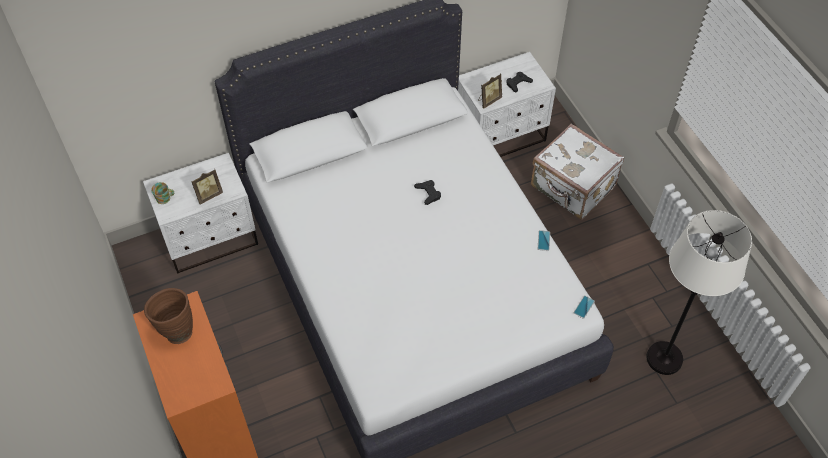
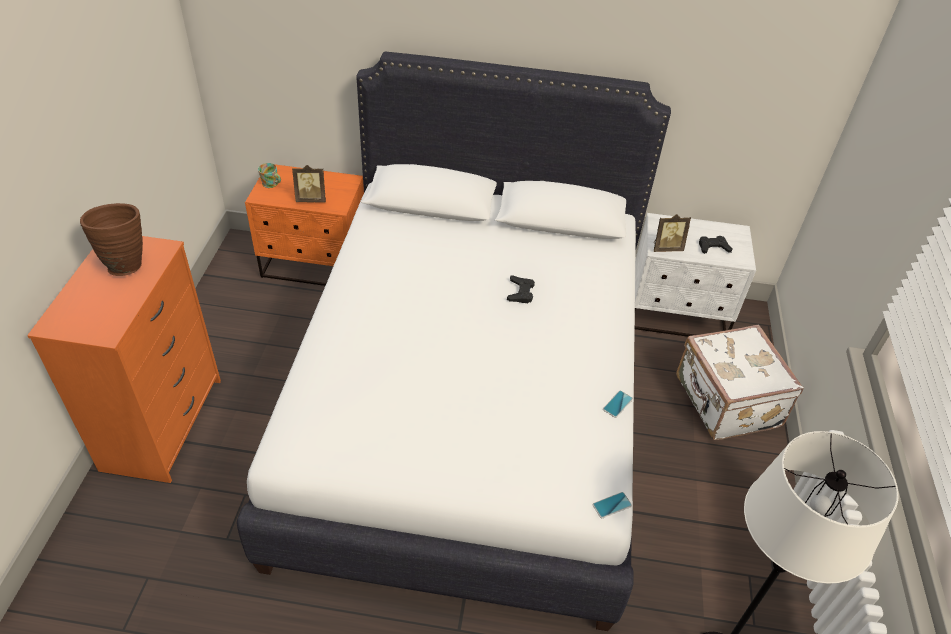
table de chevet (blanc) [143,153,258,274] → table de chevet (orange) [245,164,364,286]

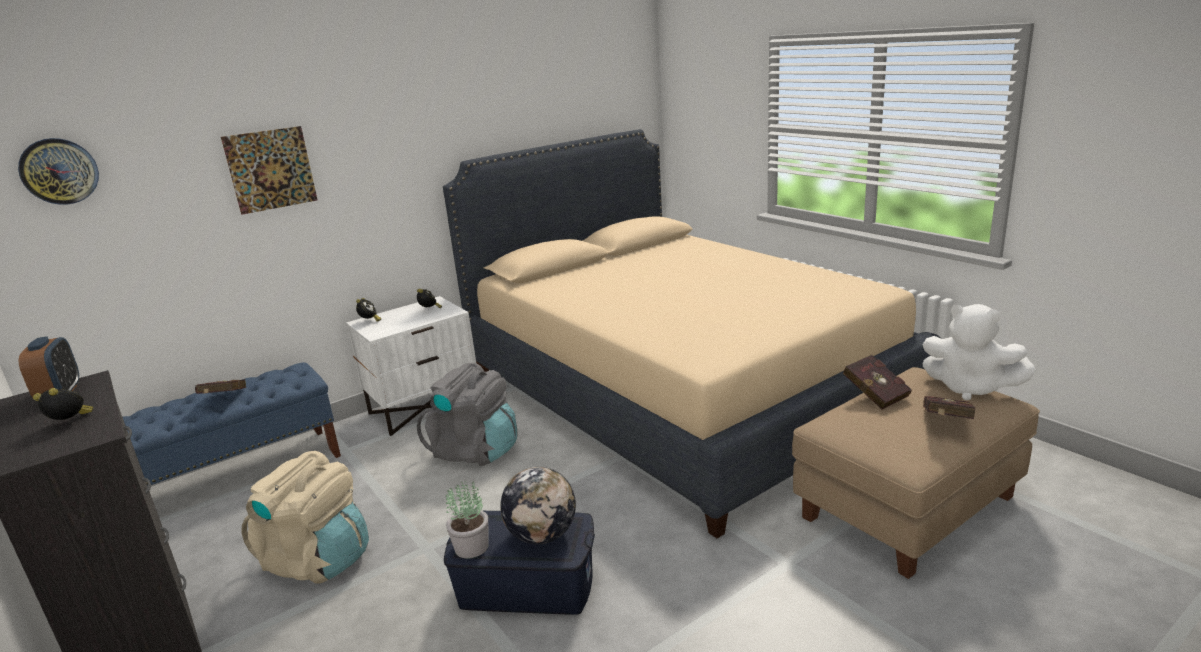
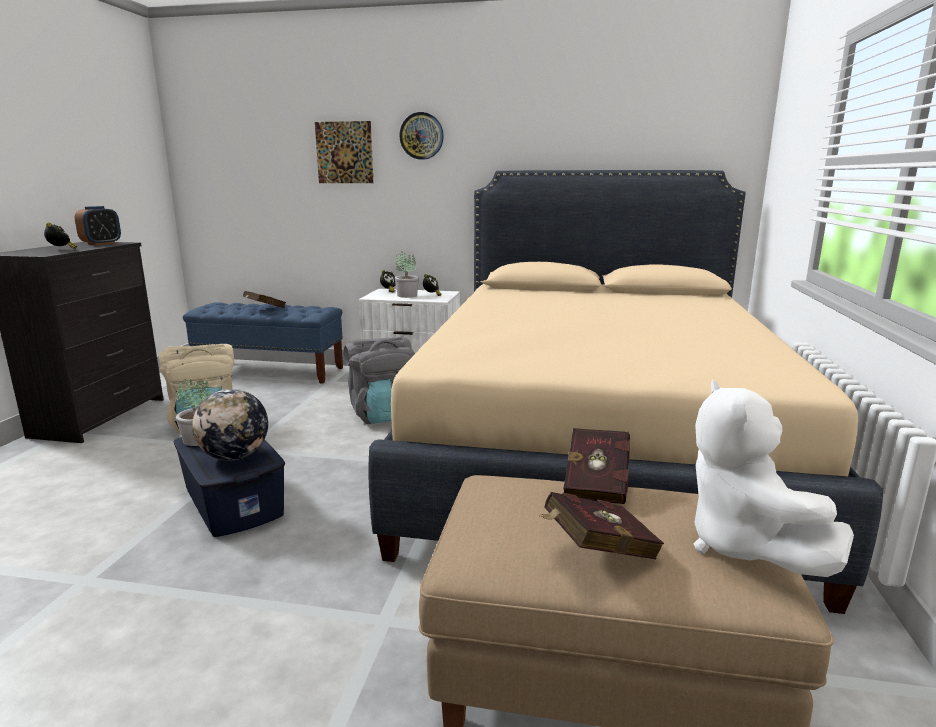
horloge murale [18,138,99,205] → horloge murale [399,112,444,160], shifted
- → plante en pot [395,252,419,298]

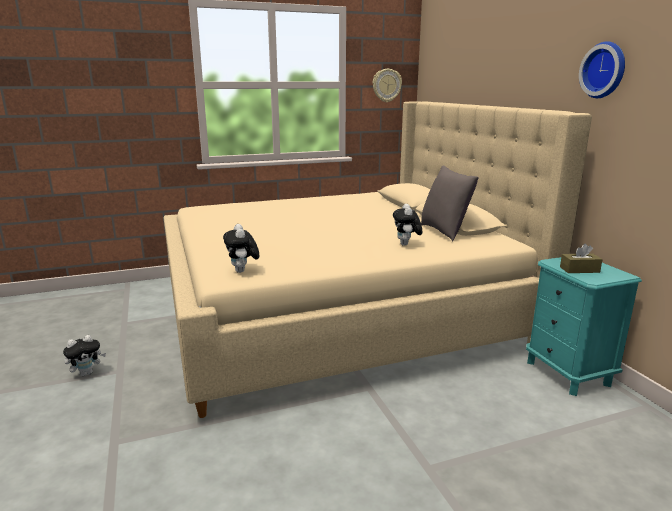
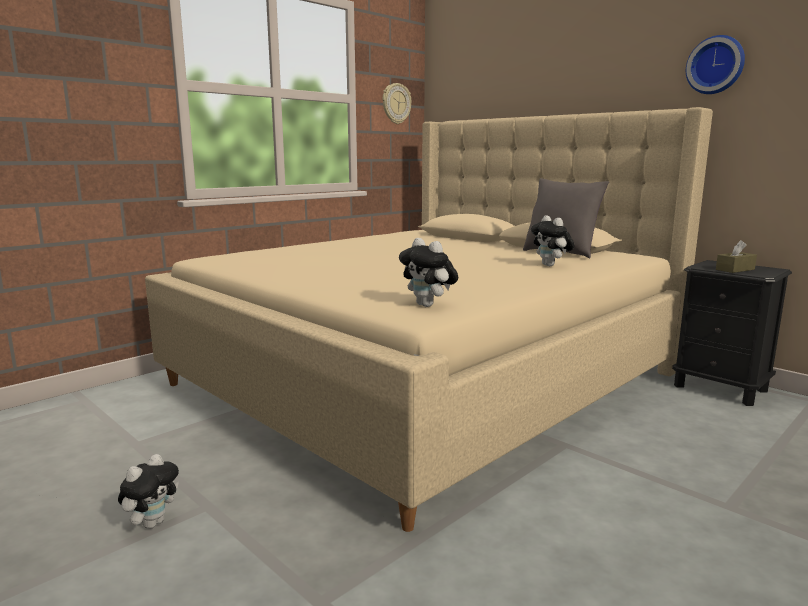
table de chevet (turquoise) [526,257,642,396] → table de chevet (noir) [672,260,792,406]

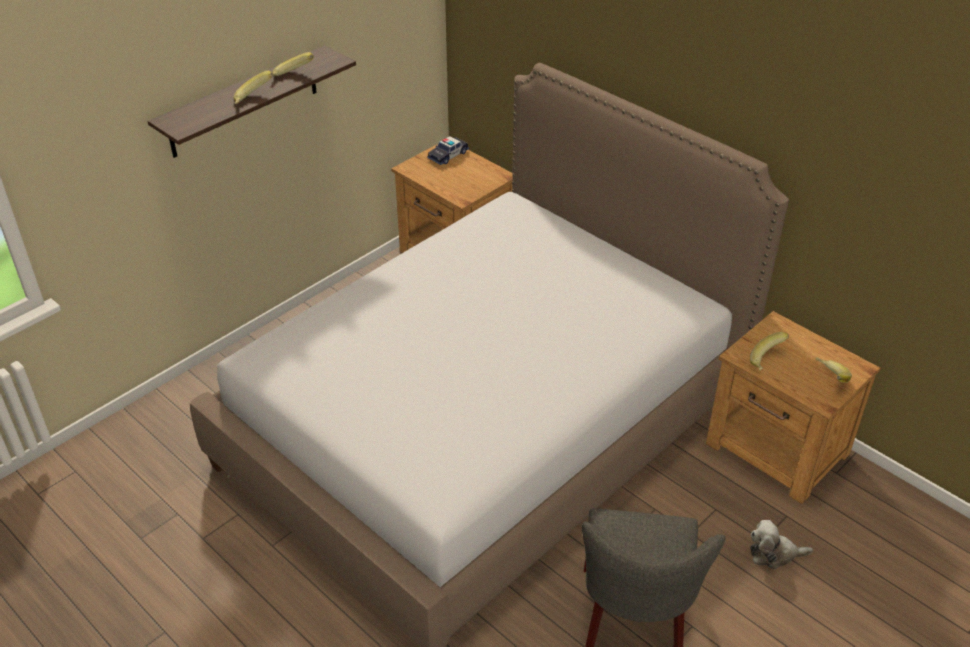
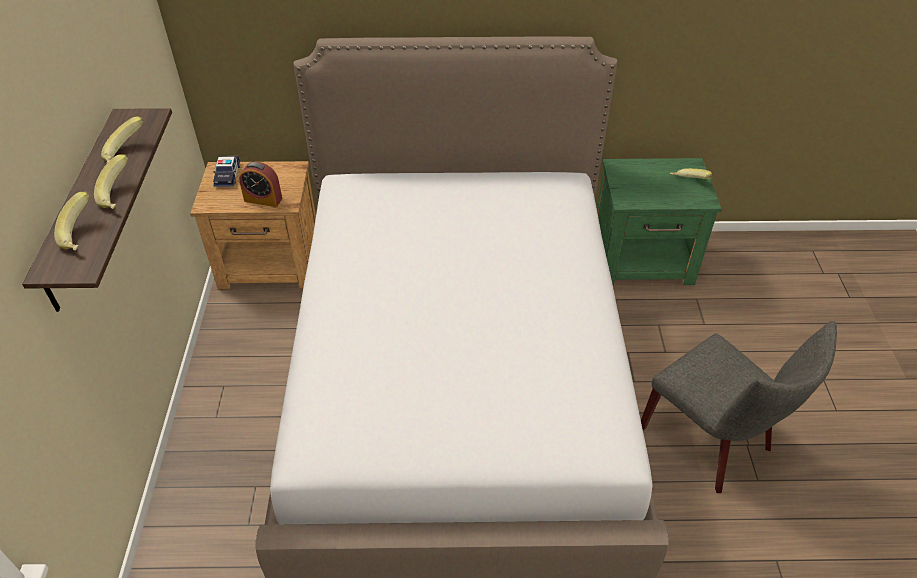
table de chevet (marron) [706,311,881,504] → table de chevet (vert) [597,158,722,286]
banane [750,332,789,370] → banane [54,192,90,251], shifted
peluche [750,520,813,570] → -
- → réveil [239,161,282,207]

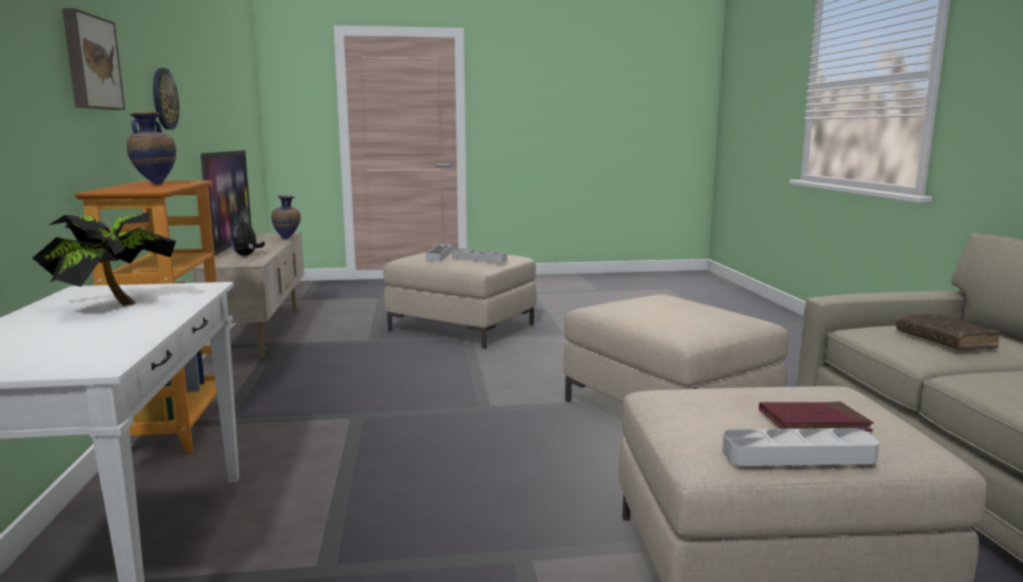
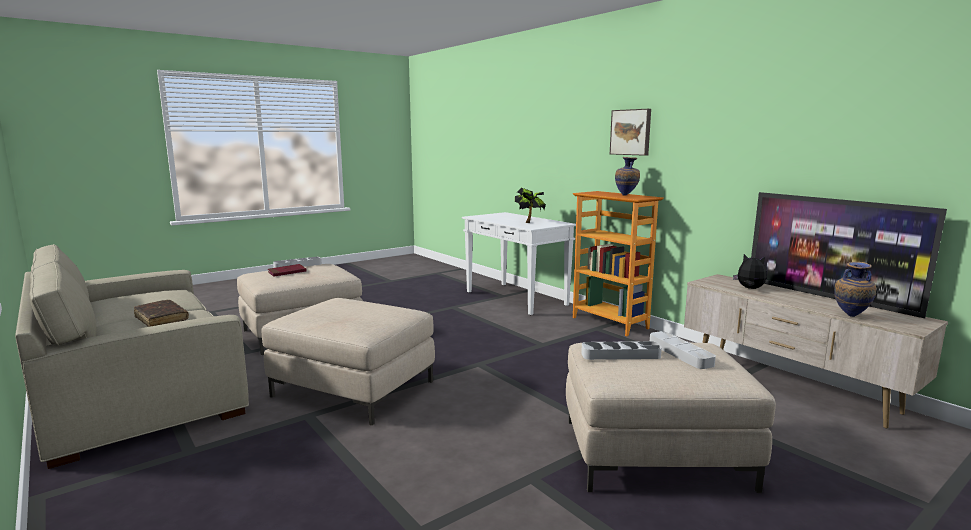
horloge murale [153,68,179,129] → -

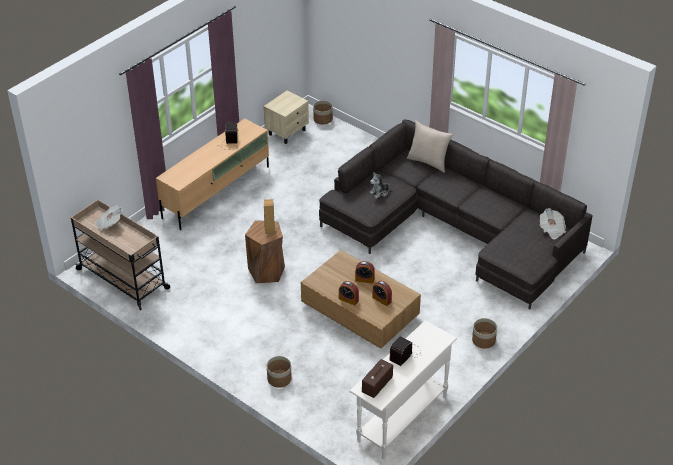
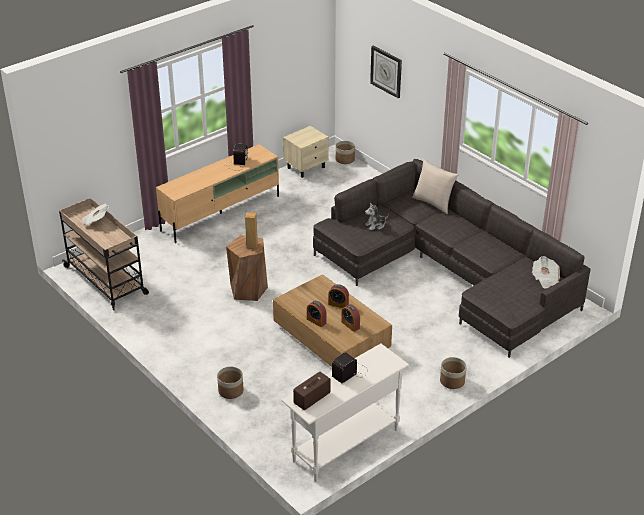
- → horloge murale [370,46,402,98]

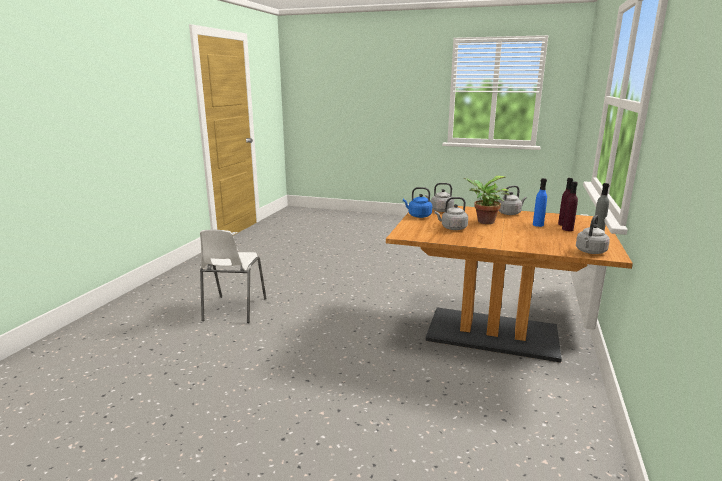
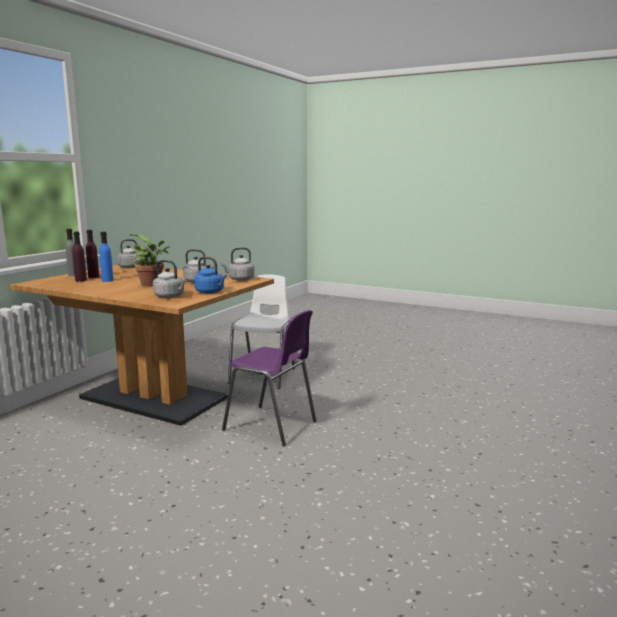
chaise (blanc) [200,230,266,323] → chaise (blanc) [228,274,295,389], shifted
bouilloire (gris) [498,185,527,215] → bouilloire (gris) [221,247,255,281], shifted
- → chaise (violet) [222,310,316,446]

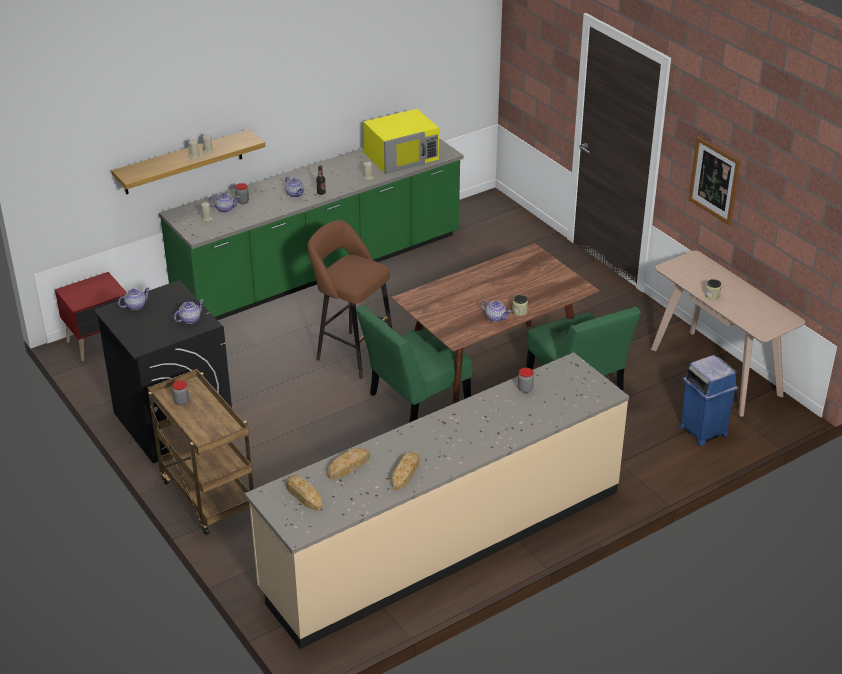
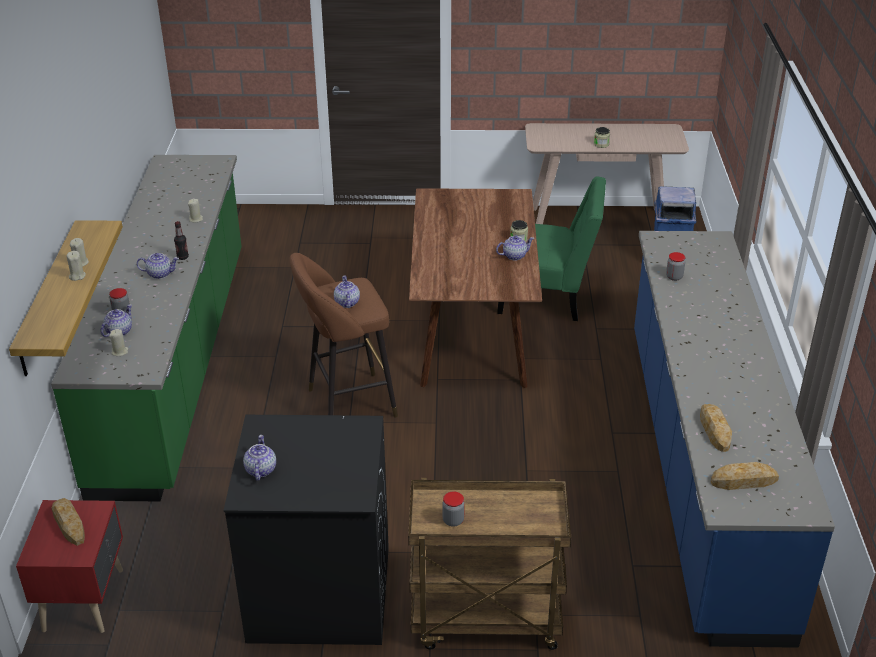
théière [174,299,204,324] → théière [334,276,360,308], shifted
comptoir de cuisine (beige) [245,352,629,649] → comptoir de cuisine (bleu) [634,231,835,648]
chaise (vert) [356,305,472,423] → -
micro-ondes (jaune) [363,109,439,174] → -
pain [392,452,419,490] → pain [51,498,85,546], shifted
tableau [688,136,741,225] → -

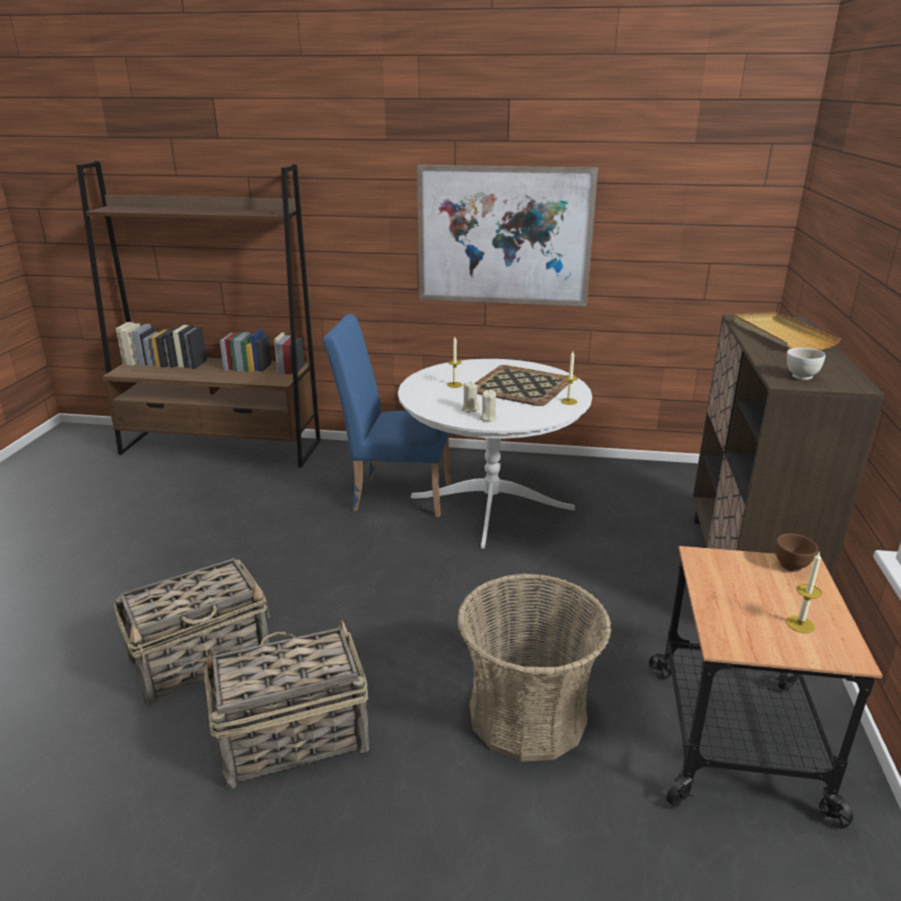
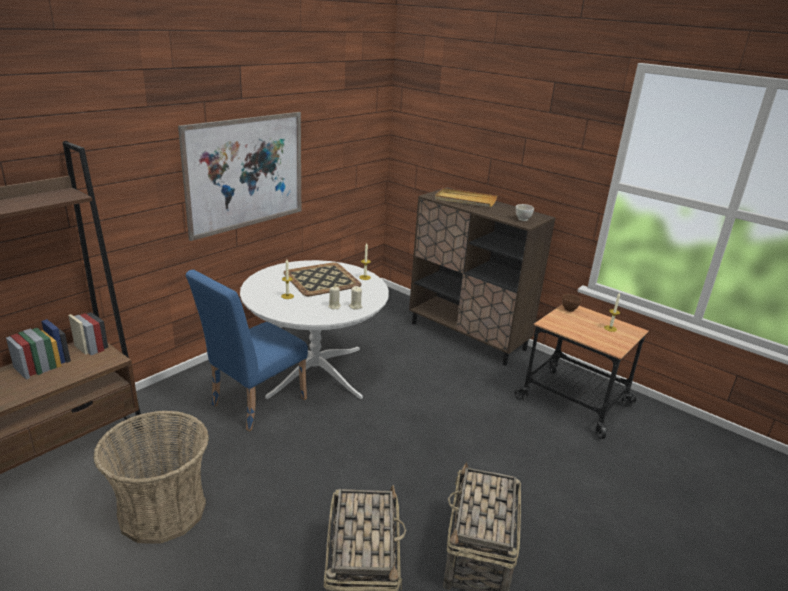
panier [457,573,611,762] → panier [93,410,209,544], shifted

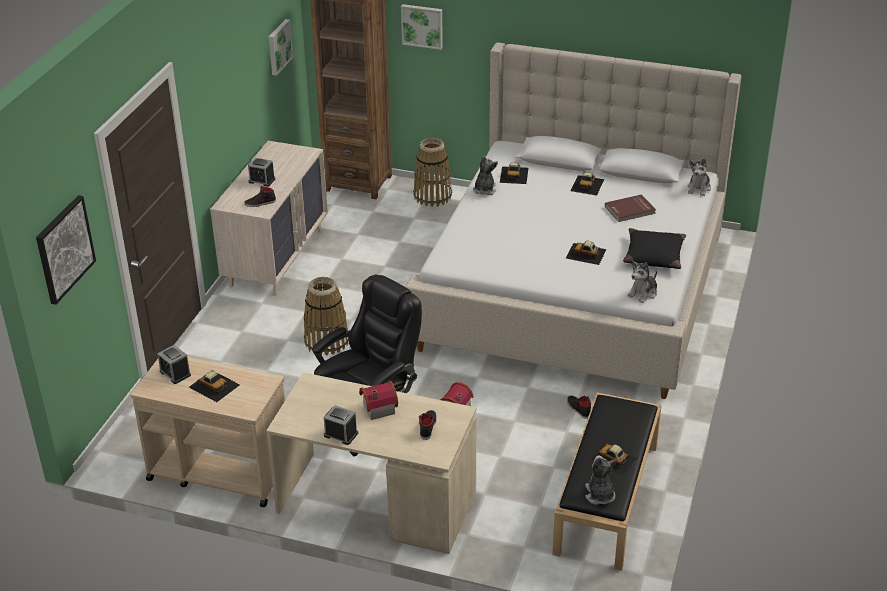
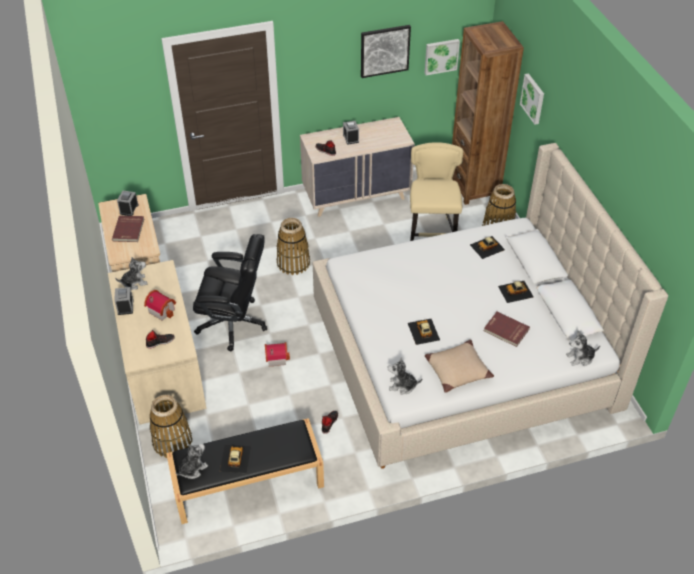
tableau [36,195,96,305] → tableau [361,25,411,78], shifted
petite voiture [189,370,240,402] → livre (rouge) [112,216,144,242]
peluche [473,156,498,195] → peluche [115,257,148,290], shifted
coussin (noir) [623,228,686,269] → coussin (beige) [425,340,494,393]
- → panier [150,395,192,458]
- → chaise (beige) [410,142,463,241]

